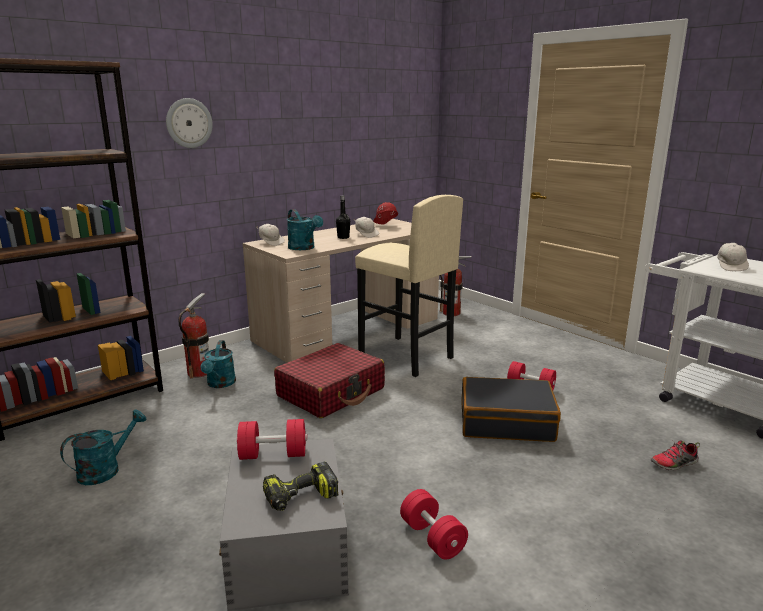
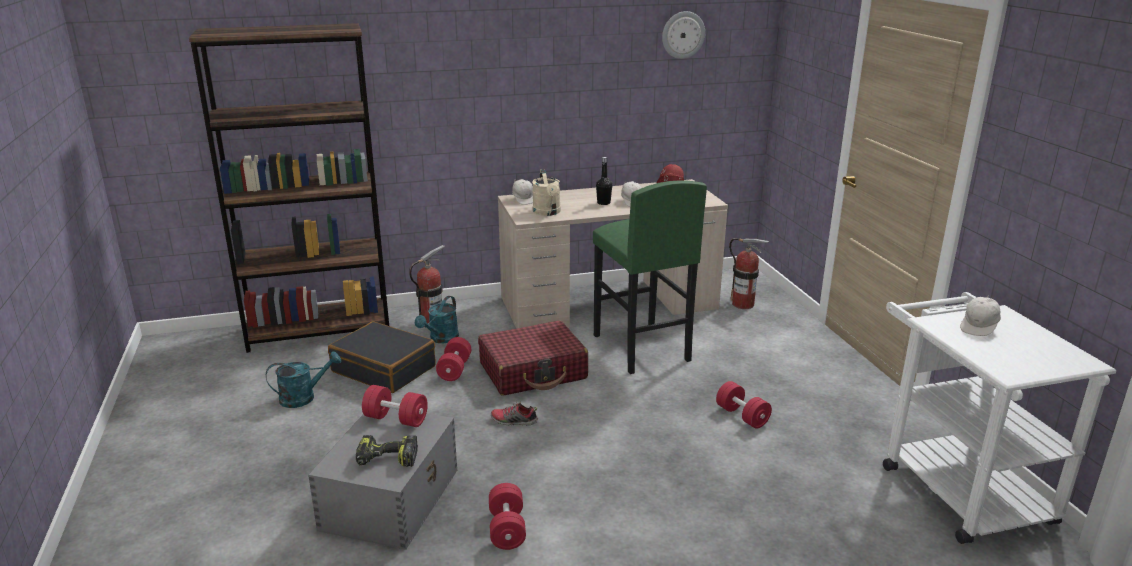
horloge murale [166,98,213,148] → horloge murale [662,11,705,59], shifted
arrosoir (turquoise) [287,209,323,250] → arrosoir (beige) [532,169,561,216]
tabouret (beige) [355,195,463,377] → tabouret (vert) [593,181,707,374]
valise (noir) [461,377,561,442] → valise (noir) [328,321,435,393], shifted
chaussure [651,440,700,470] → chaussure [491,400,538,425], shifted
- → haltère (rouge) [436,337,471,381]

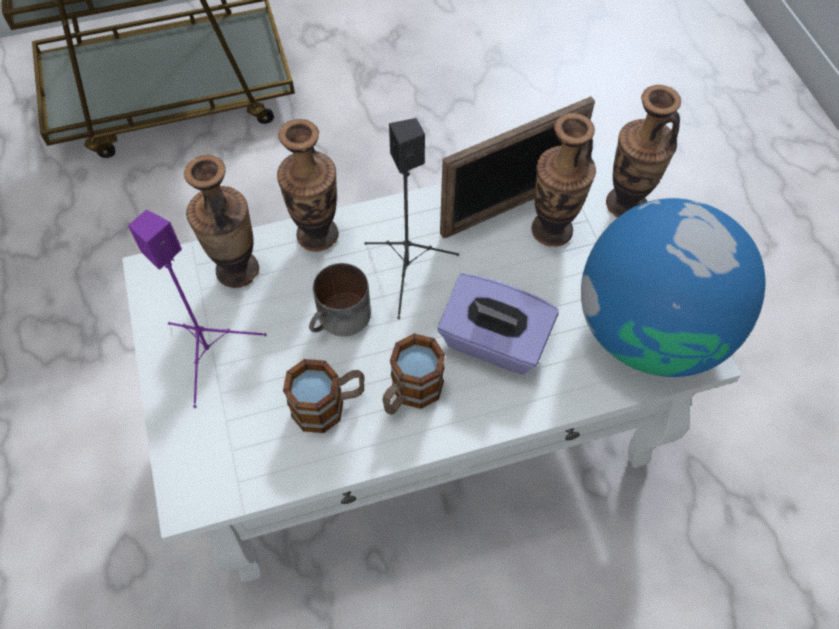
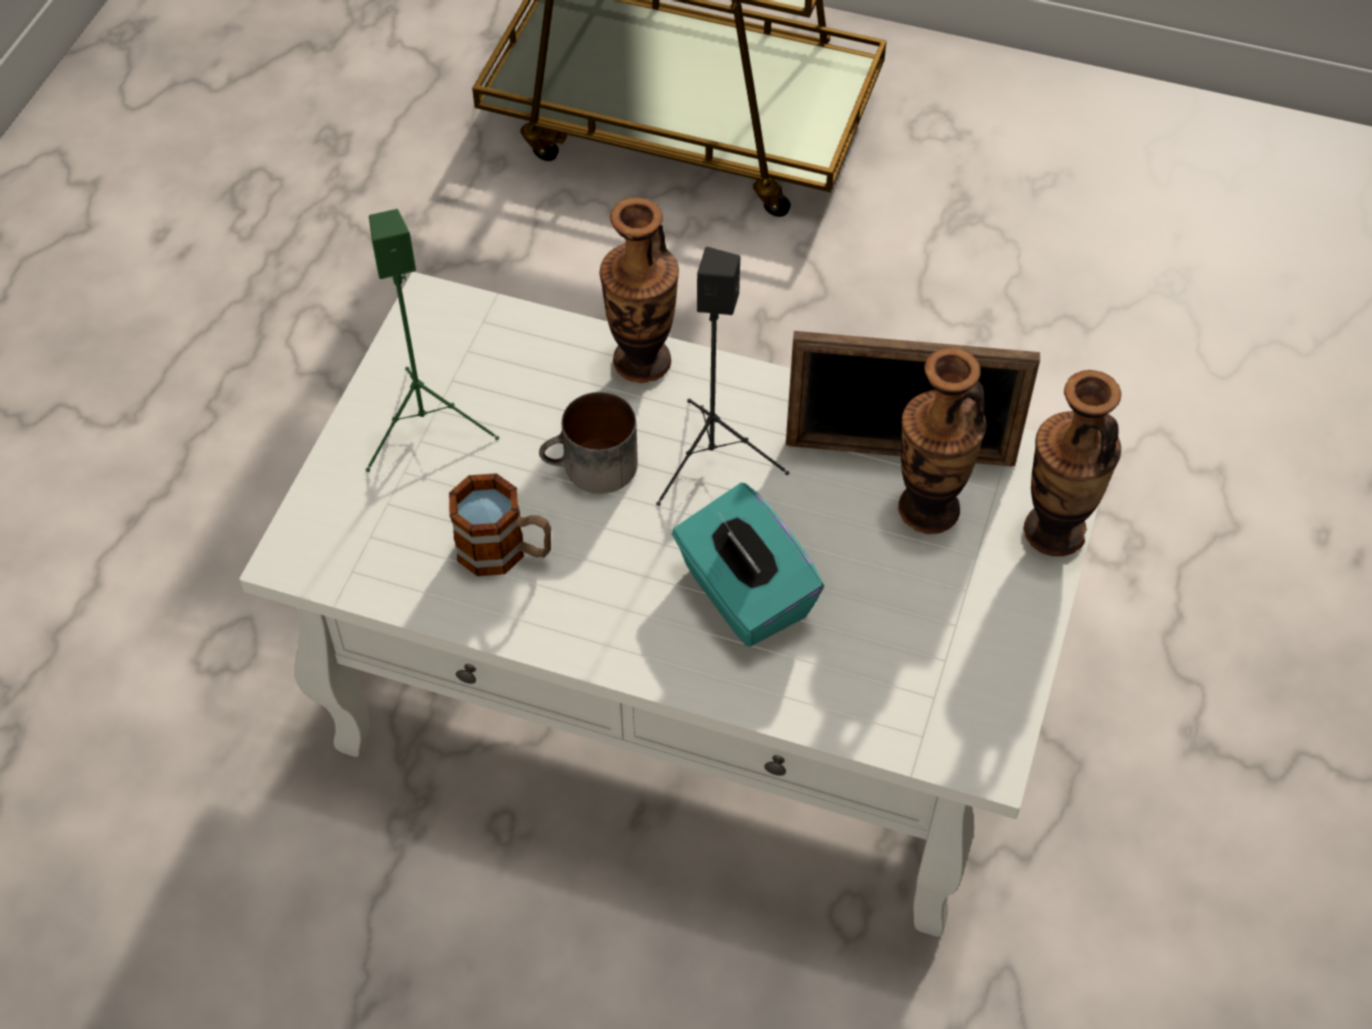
enceinte (violet) [128,210,267,408] → enceinte (vert) [366,209,499,472]
vase [184,155,259,288] → -
mug [383,334,445,415] → -
boîte à mouchoirs (violet) [437,274,559,374] → boîte à mouchoirs (turquoise) [672,483,824,646]
globe [581,198,765,377] → -

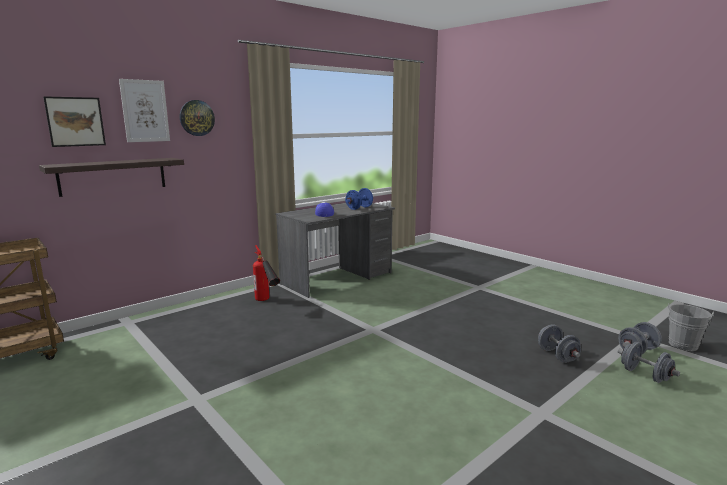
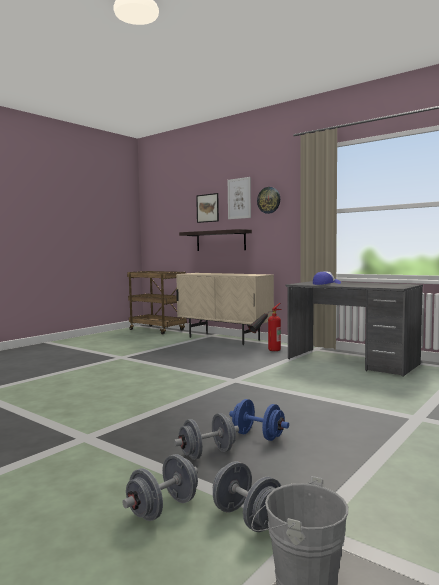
haltère (bleu) [345,188,373,210] → haltère (bleu) [229,399,289,441], shifted
- → meuble de rangement (beige) [176,273,274,345]

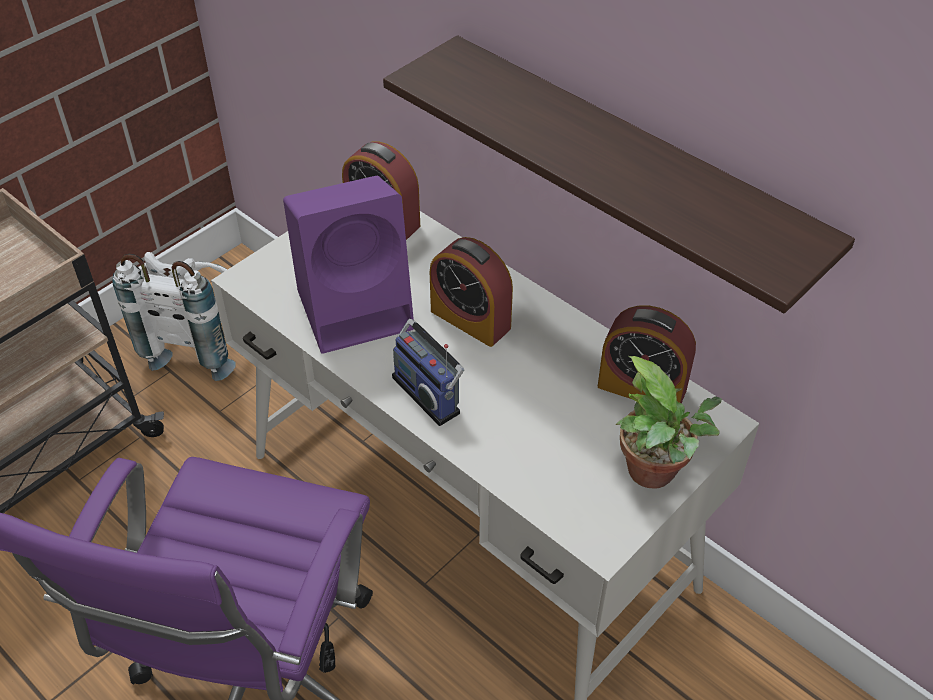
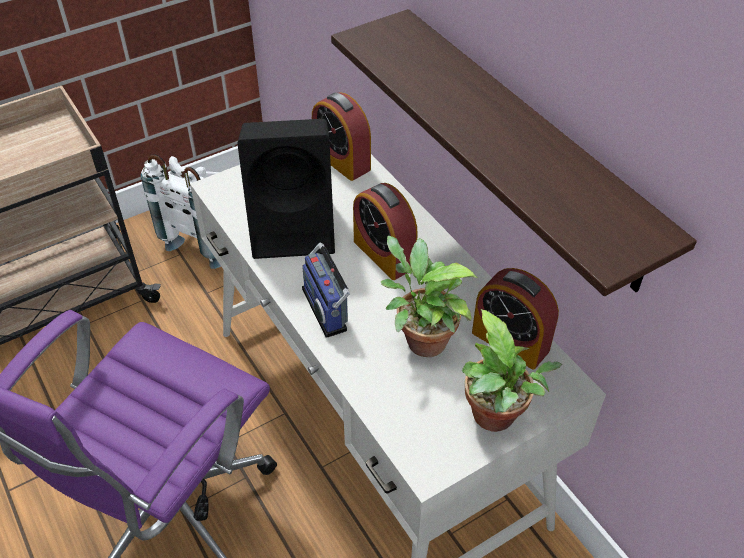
enceinte (violet) [283,176,414,354] → enceinte (noir) [237,119,335,259]
- → plante en pot [381,236,477,357]

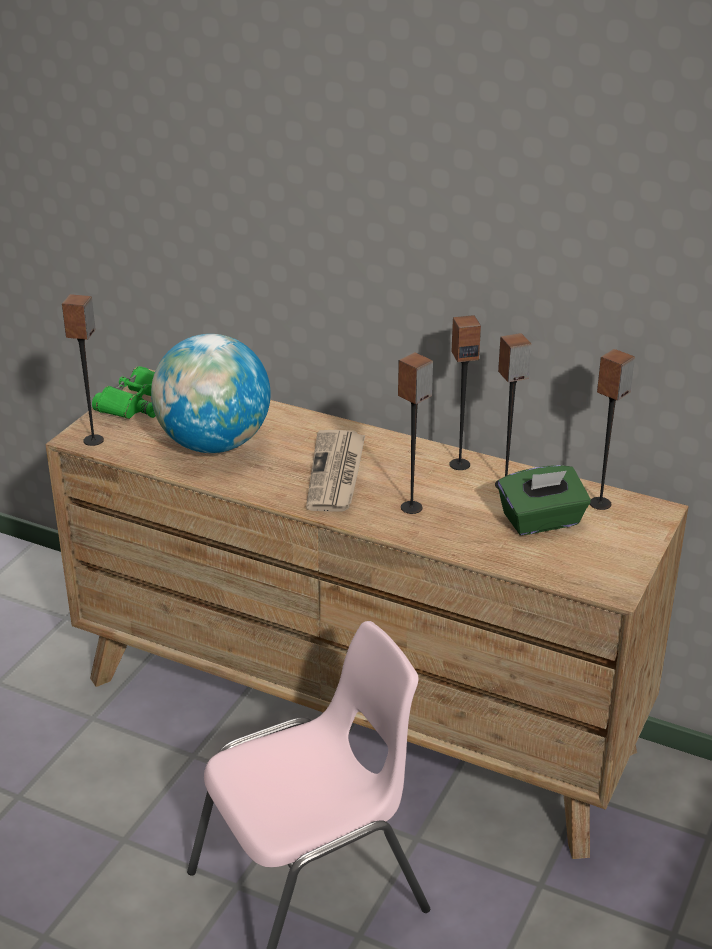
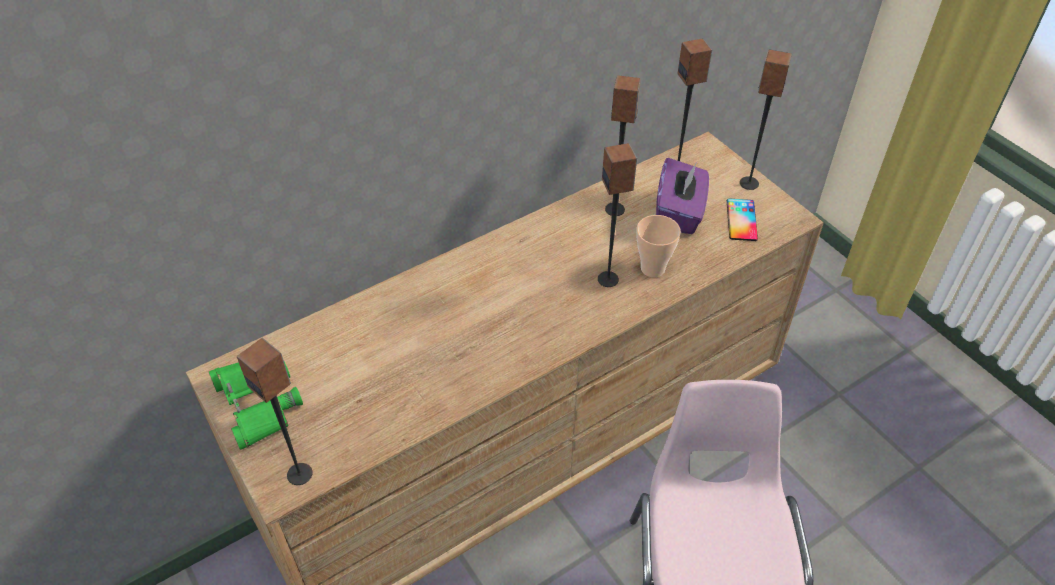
globe [151,334,271,453] → -
journal [306,430,365,512] → -
enceinte [449,315,481,470] → enceinte [740,50,792,190], shifted
boîte à mouchoirs (vert) [498,465,591,535] → boîte à mouchoirs (violet) [656,158,709,234]
- → tasse [636,215,681,277]
- → téléphone [727,199,758,241]

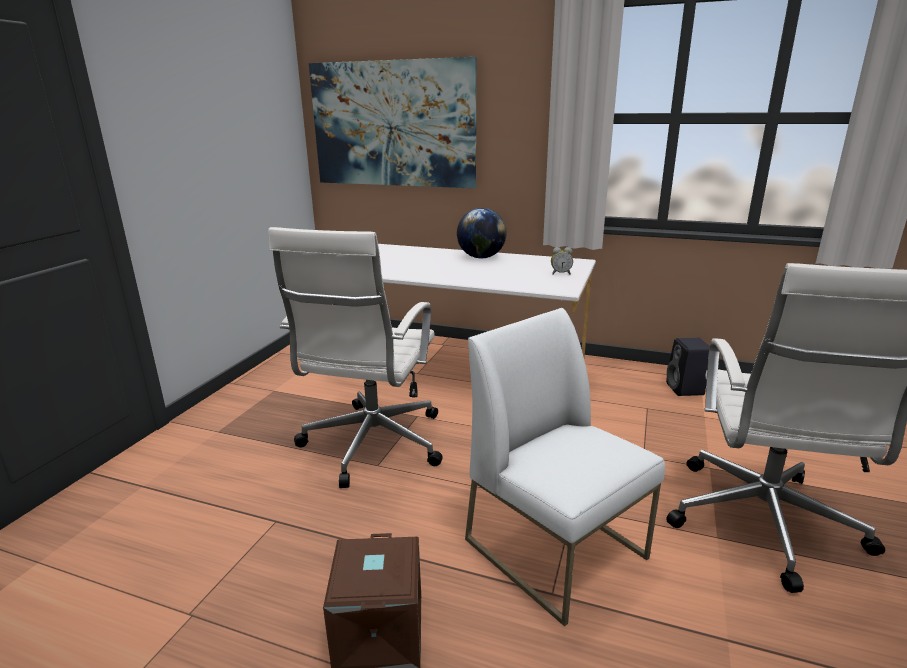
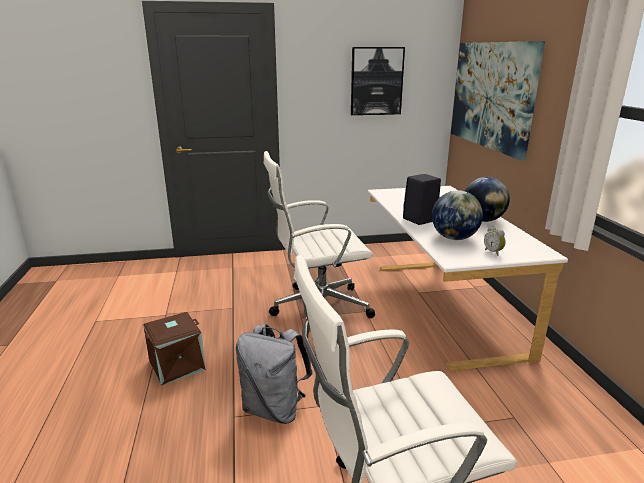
chaise (blanc) [465,308,665,626] → sac à dos (gris) [236,324,313,424]
enceinte (noir) [666,338,710,396] → enceinte (noir) [403,174,441,225], shifted
- → tableau [351,47,405,115]
- → globe [432,190,483,240]

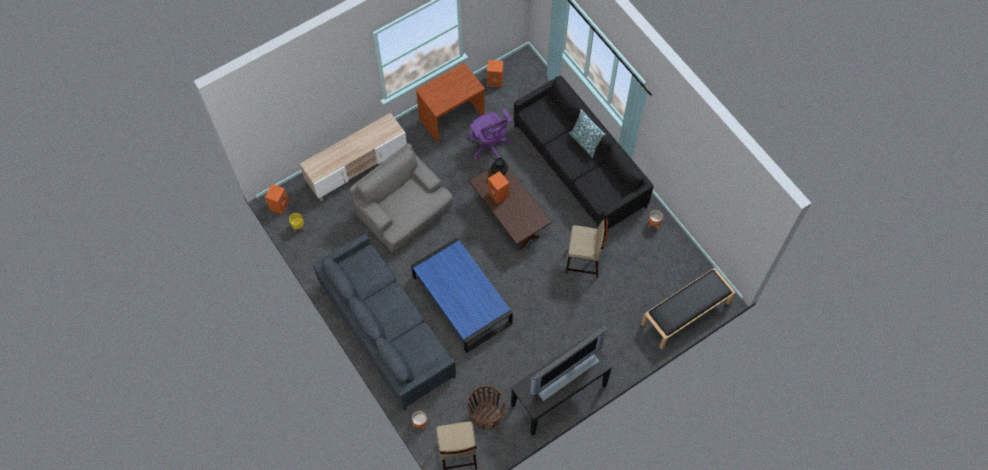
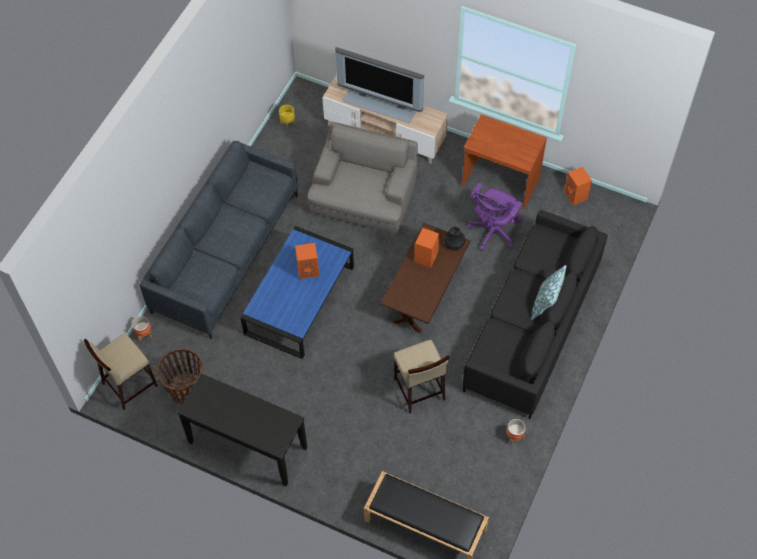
enceinte (orange) [265,184,289,215] → enceinte (orange) [295,243,319,279], shifted
téléviseur [530,325,607,401] → téléviseur [335,47,424,123], shifted

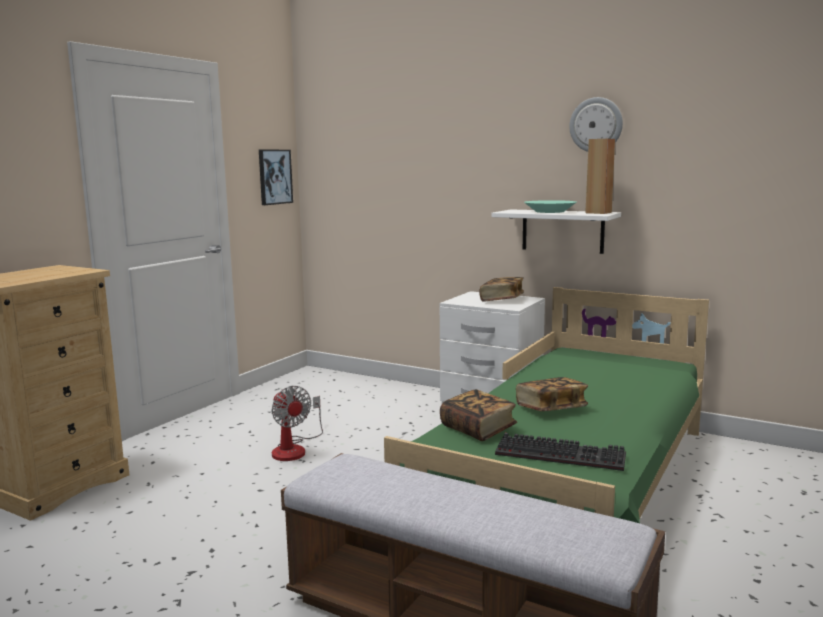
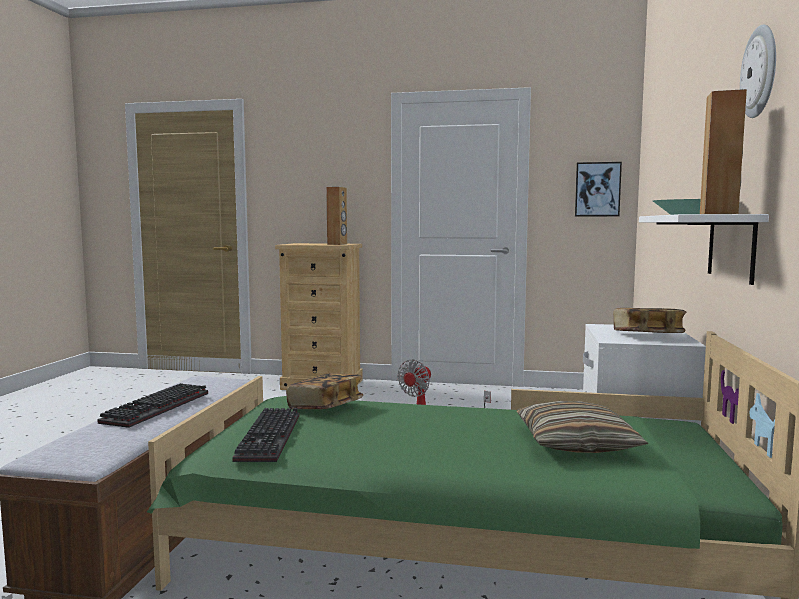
livre [516,377,588,411] → -
- → clavier [98,383,208,428]
- → enceinte (marron) [326,187,347,245]
- → coussin [517,401,648,453]

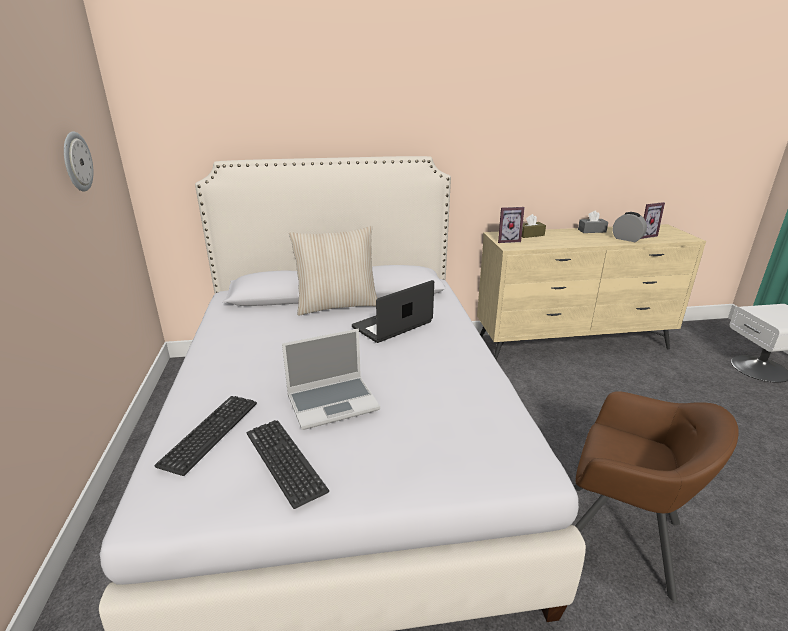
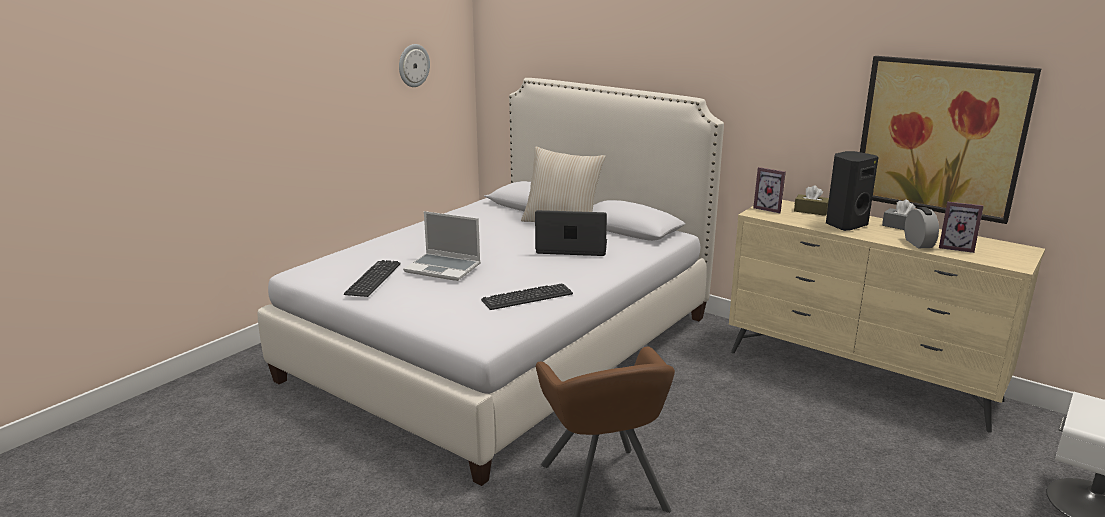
clavier [155,396,257,476] → clavier [481,284,573,310], shifted
- → enceinte (noir) [826,151,879,231]
- → tableau [860,56,1041,224]

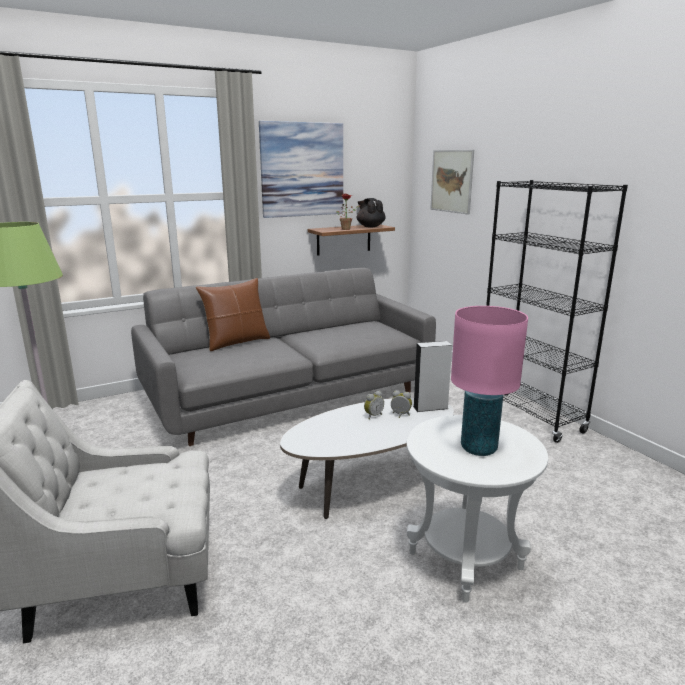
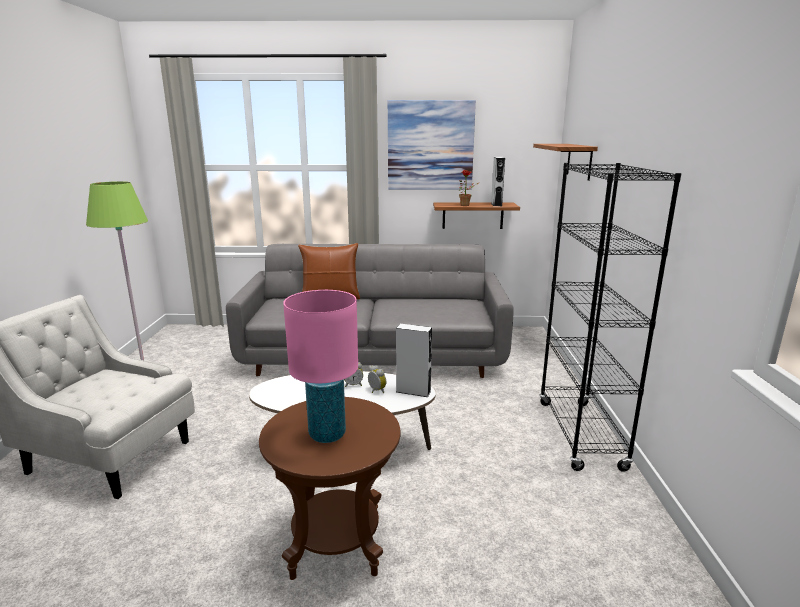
théière (noir) [357,198,386,227] → enceinte (gris) [491,157,505,206]
table d'appoint (blanc) [407,415,548,603] → table d'appoint (marron) [259,397,401,580]
tableau [430,150,474,215] → étagère [533,144,598,181]

